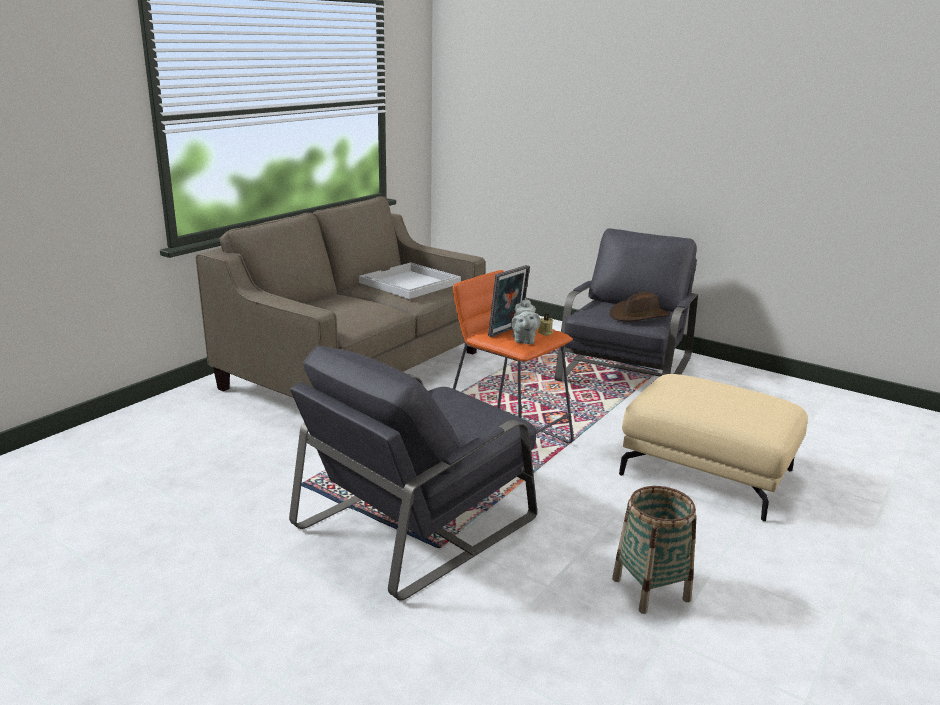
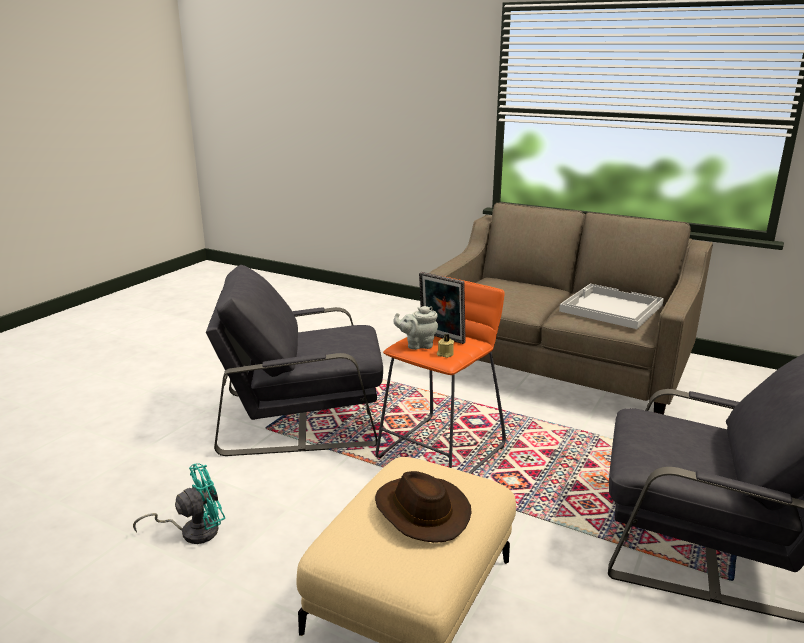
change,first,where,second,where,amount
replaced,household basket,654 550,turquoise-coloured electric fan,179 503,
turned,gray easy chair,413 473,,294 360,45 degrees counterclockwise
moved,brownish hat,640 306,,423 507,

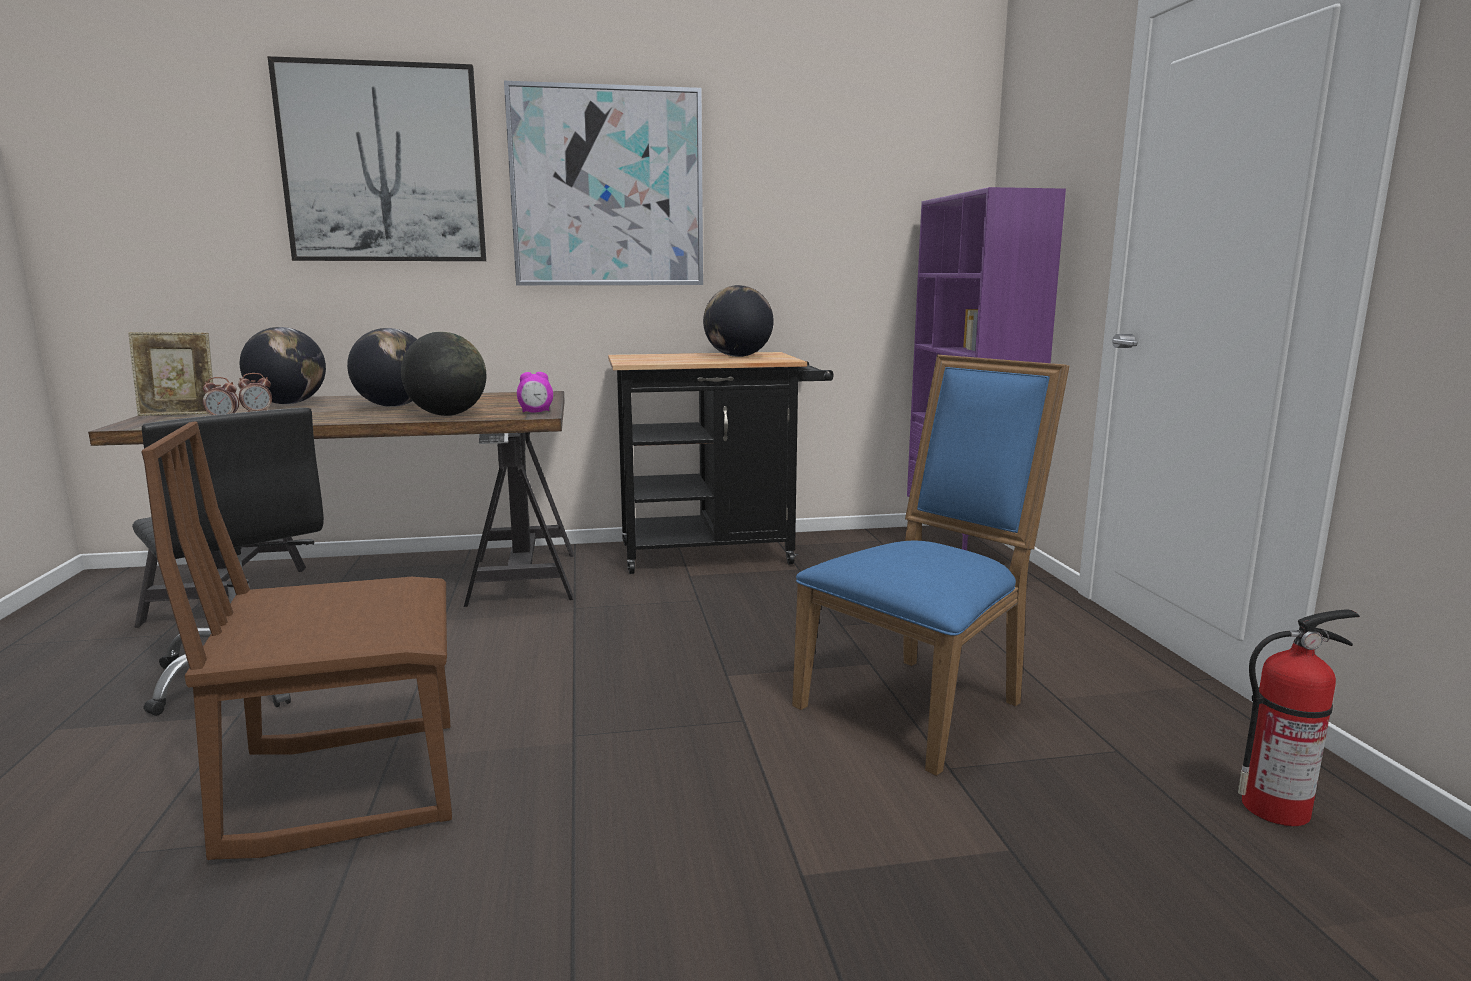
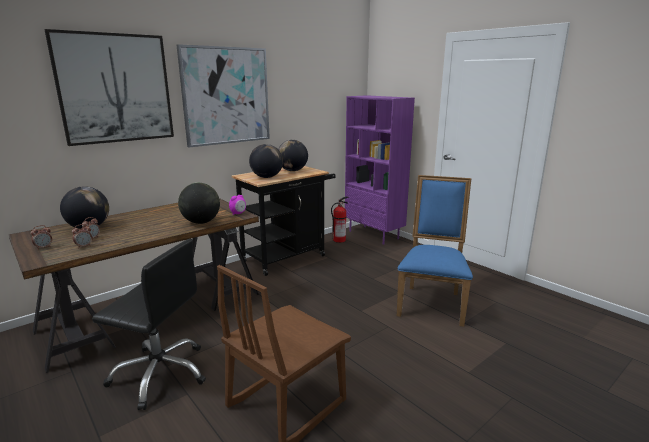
change,first,where,second,where,amount
replaced,photo frame,170 374,table clock,41 237,
moved,globe,382 367,,266 161,
moved,fire extinguisher,1299 718,,340 219,

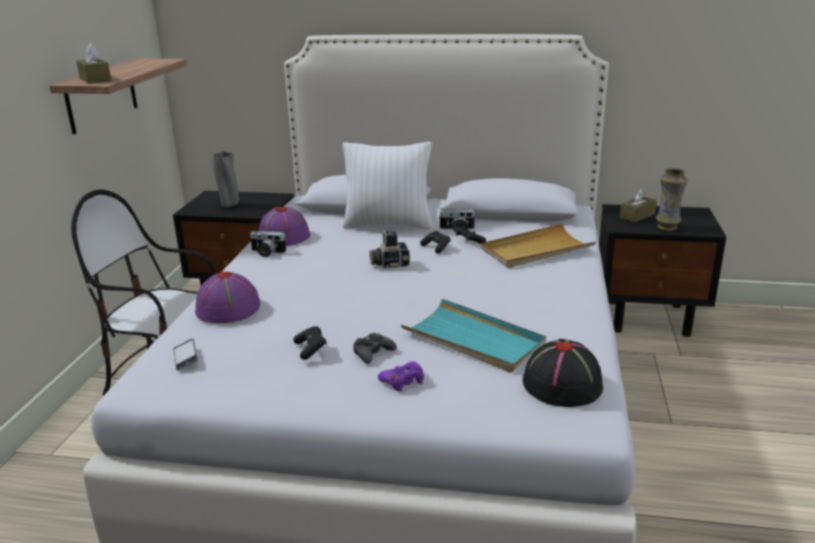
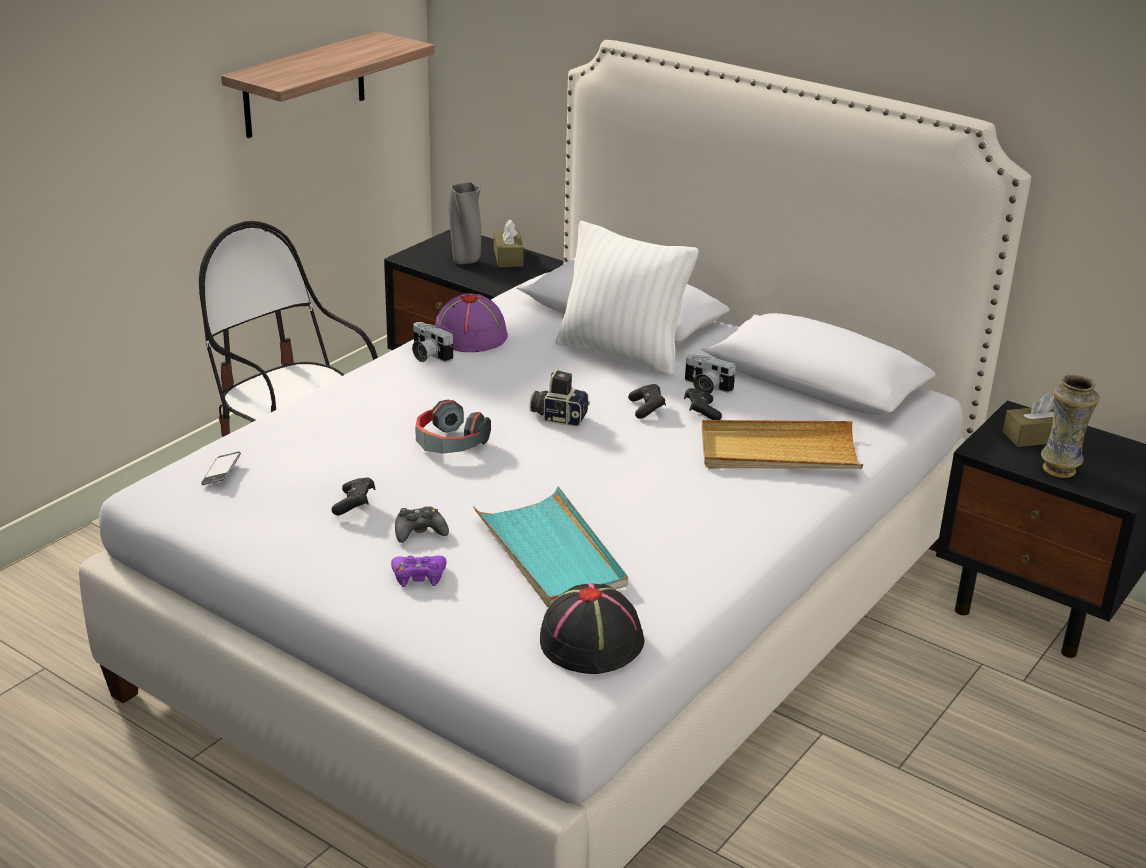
change,first,where,second,where,amount
added,,,headset,453 426,
moved,brownish box of tissues,93 64,,509 243,
removed,purple-coloured hat,227 297,,,

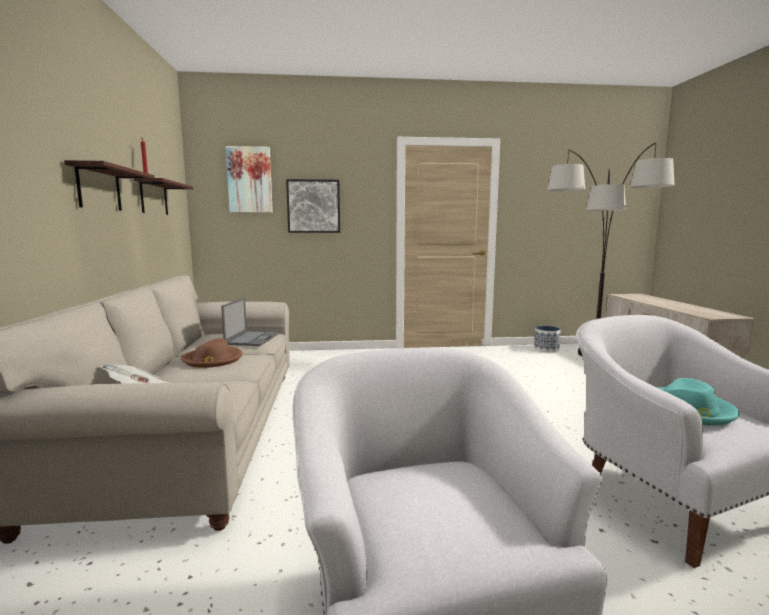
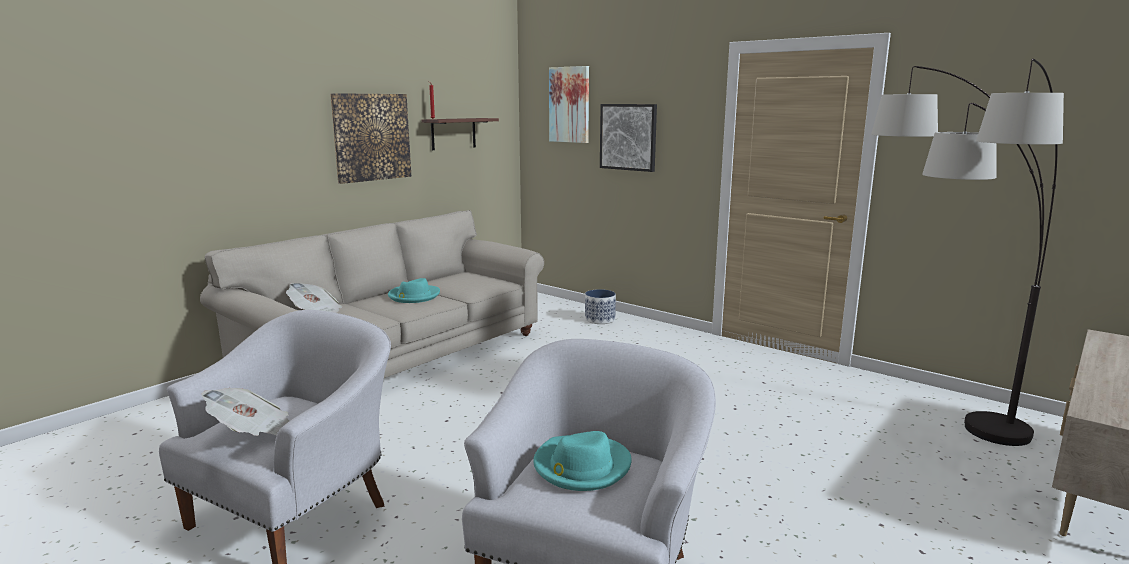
change,first,where,second,where,amount
added,,,daily paper,245 412,
replaced,shelf,109 185,picture,370 138,
recoloured,brownish hat,212 353,turquoise-coloured hat,414 290,
moved,planter,547 339,,600 306,
removed,laptop,250 322,,,

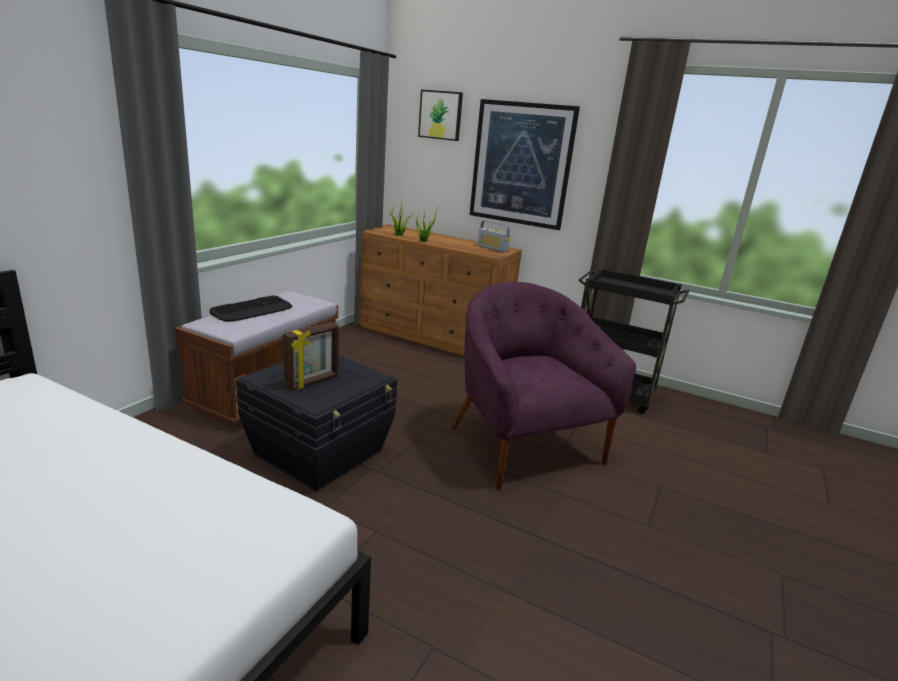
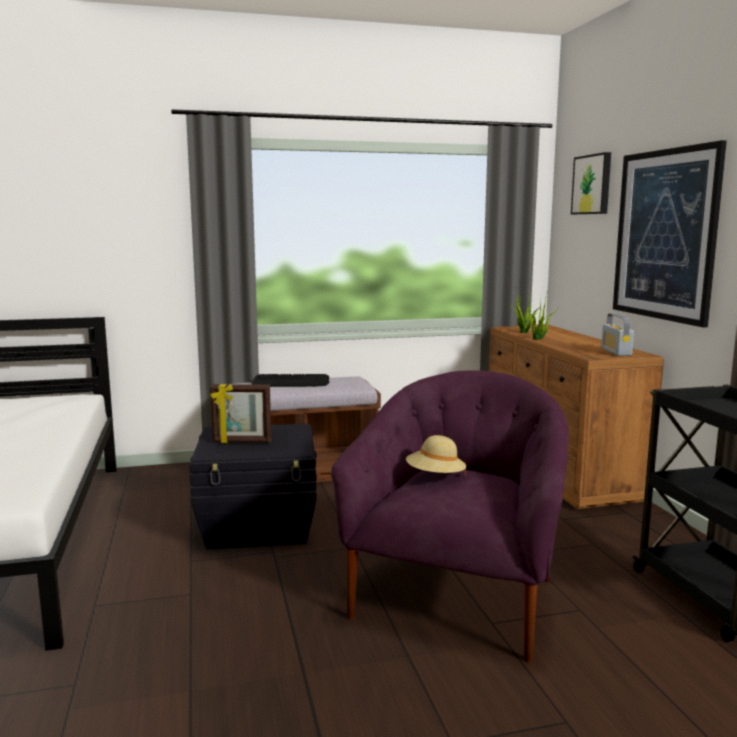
change,first,where,second,where,amount
added,,,beige-coloured hat,436 455,

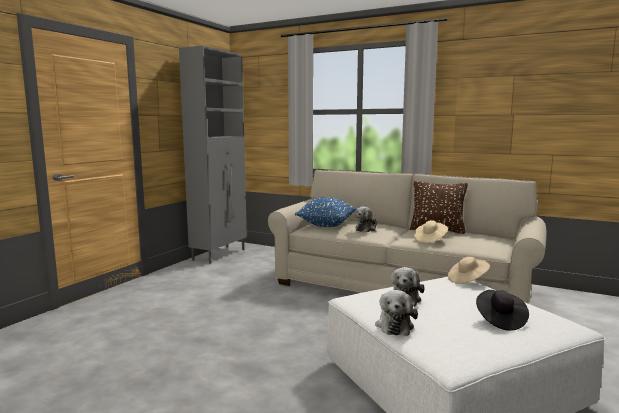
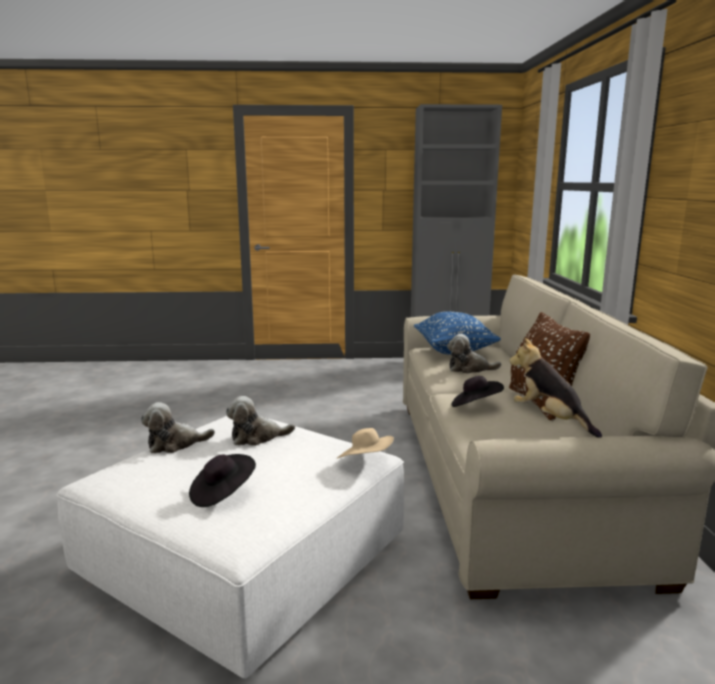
change,first,where,second,where,amount
recoloured,beige-coloured hat,431 231,black hat,477 391,
added,,,plush toy,556 388,

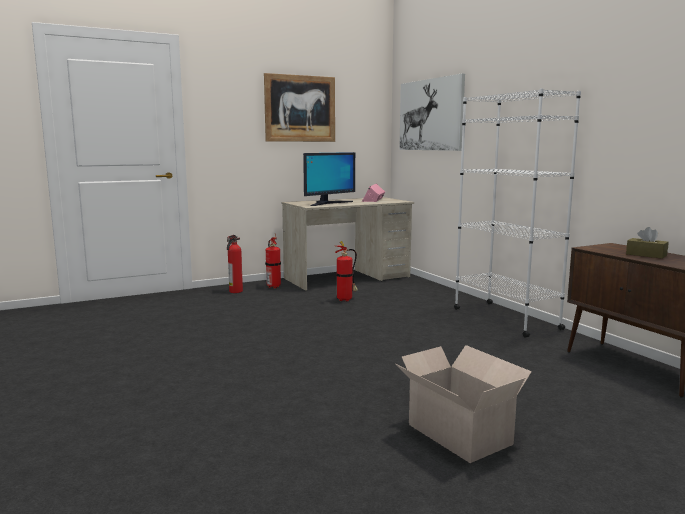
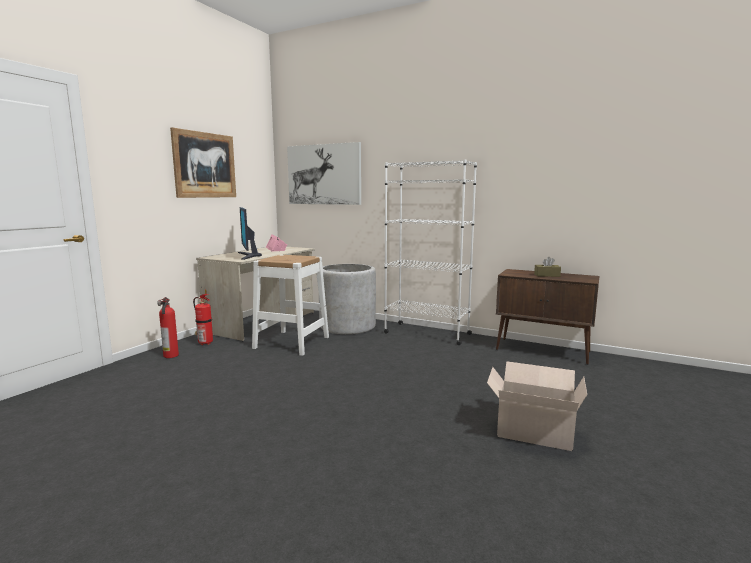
change,first,where,second,where,amount
turned,monitor,329 179,,250 233,150 degrees clockwise
replaced,fire extinguisher,346 271,whitish stool seat,290 305,
added,,,gray planter,347 299,

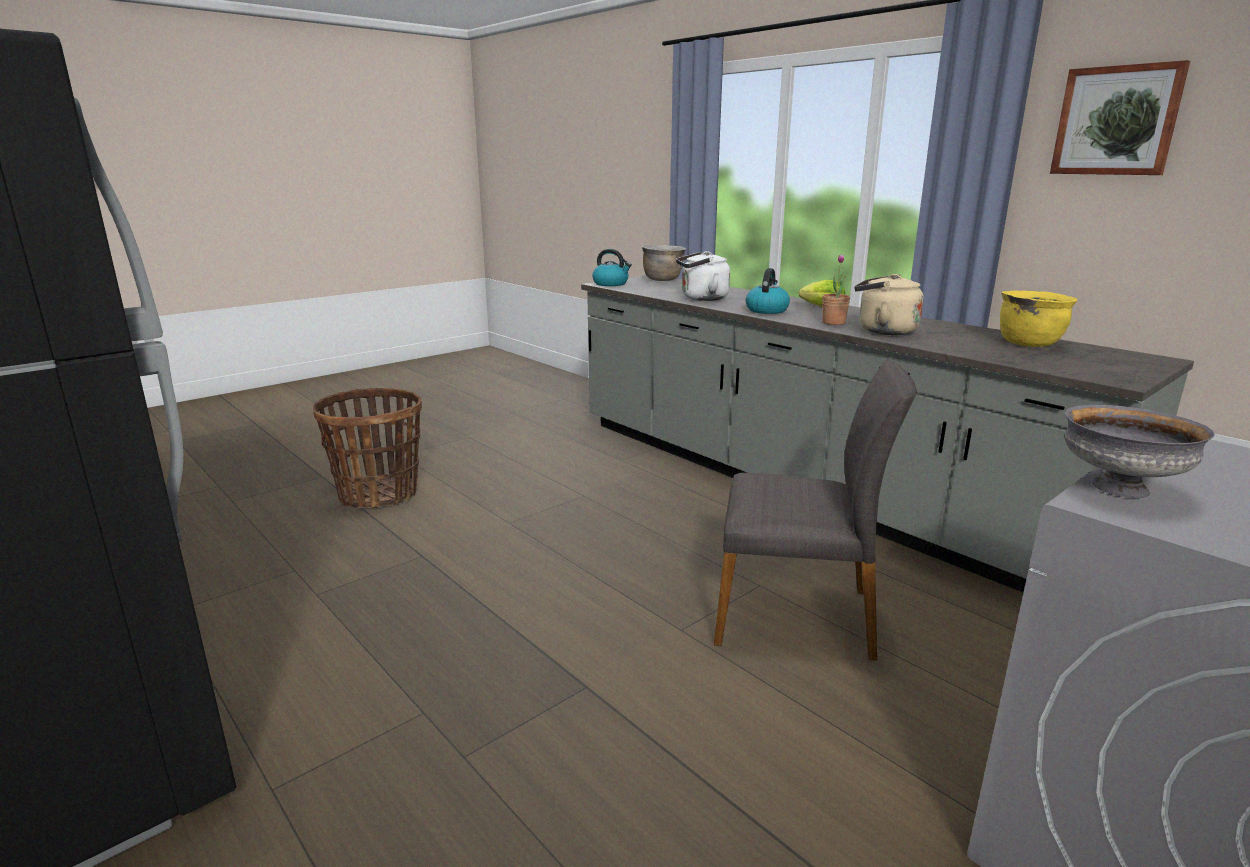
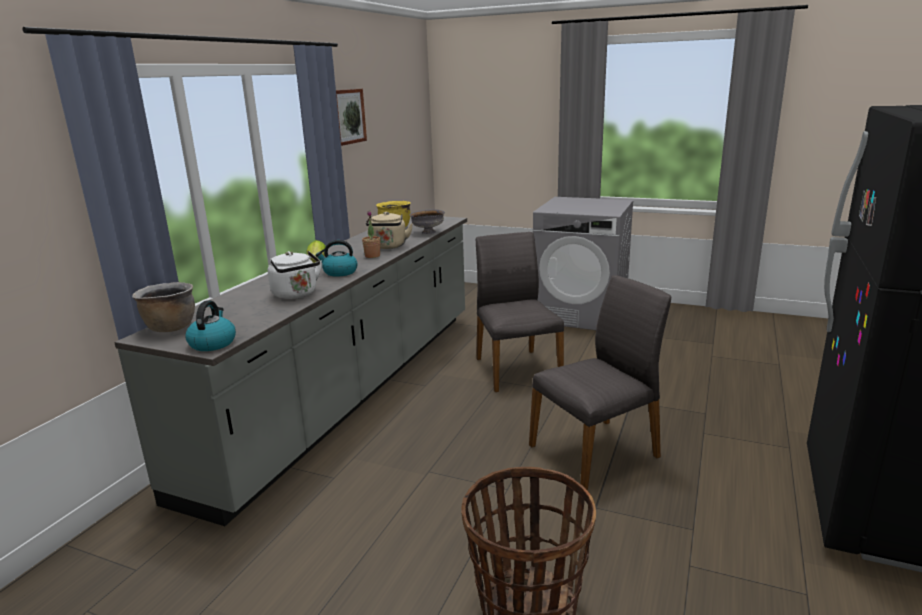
change,first,where,second,where,amount
moved,gray serving bowl,1140 451,,427 222,
added,,,gray plain chair,600 382,

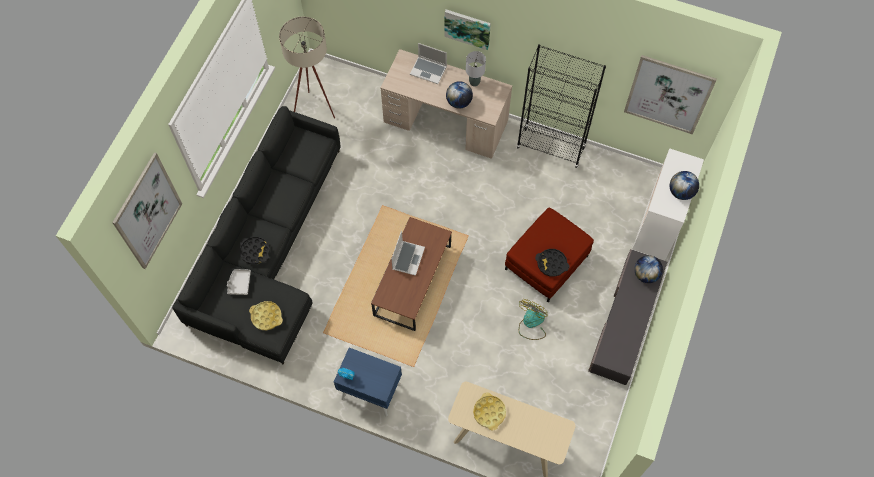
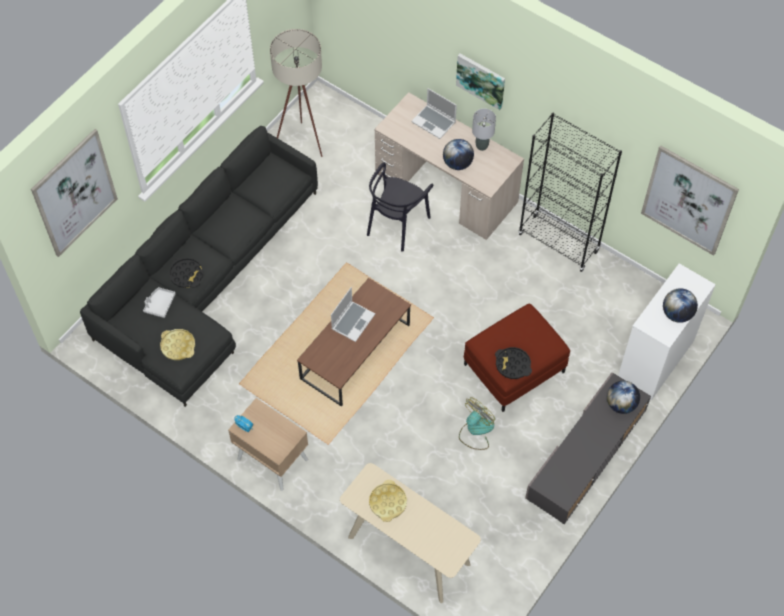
change,first,where,second,where,amount
recoloured,blue night table,368 382,beige-coloured night table,268 444,
added,,,black plain chair,400 207,

